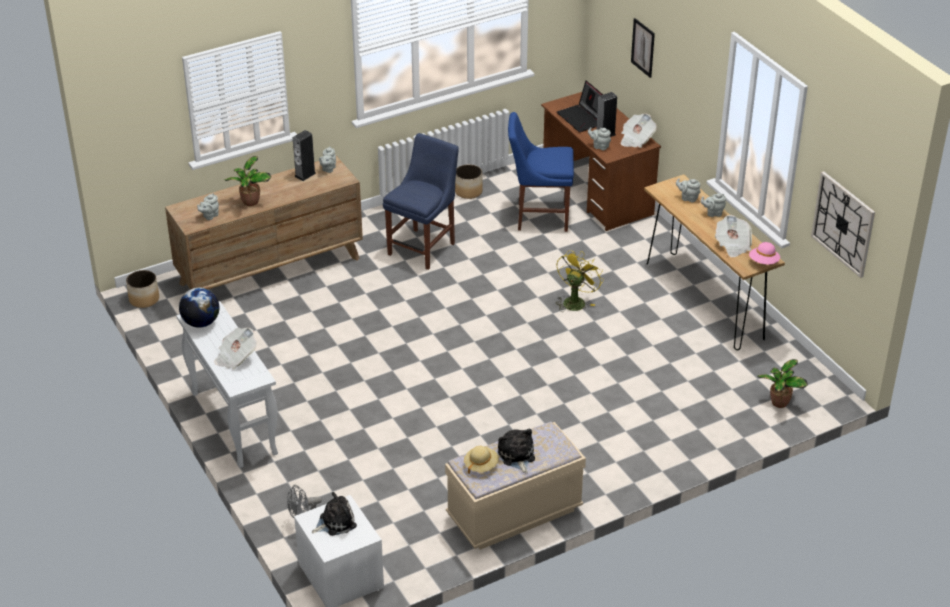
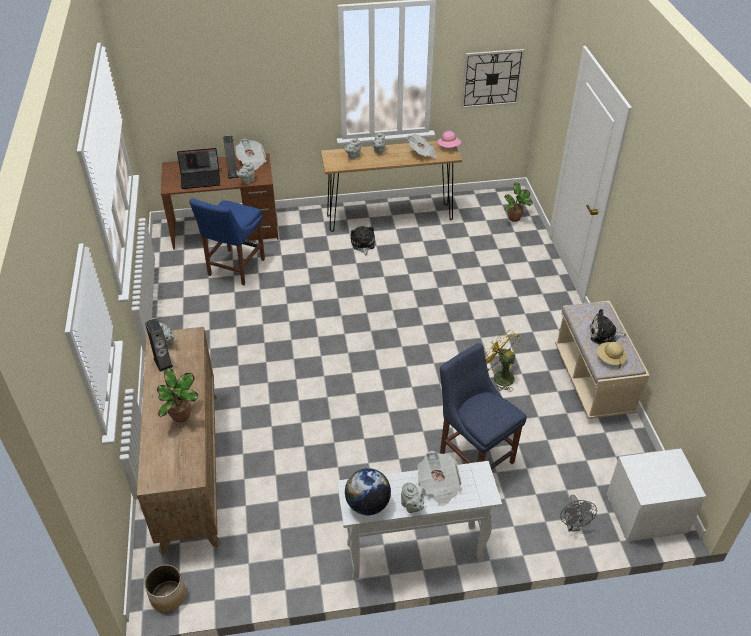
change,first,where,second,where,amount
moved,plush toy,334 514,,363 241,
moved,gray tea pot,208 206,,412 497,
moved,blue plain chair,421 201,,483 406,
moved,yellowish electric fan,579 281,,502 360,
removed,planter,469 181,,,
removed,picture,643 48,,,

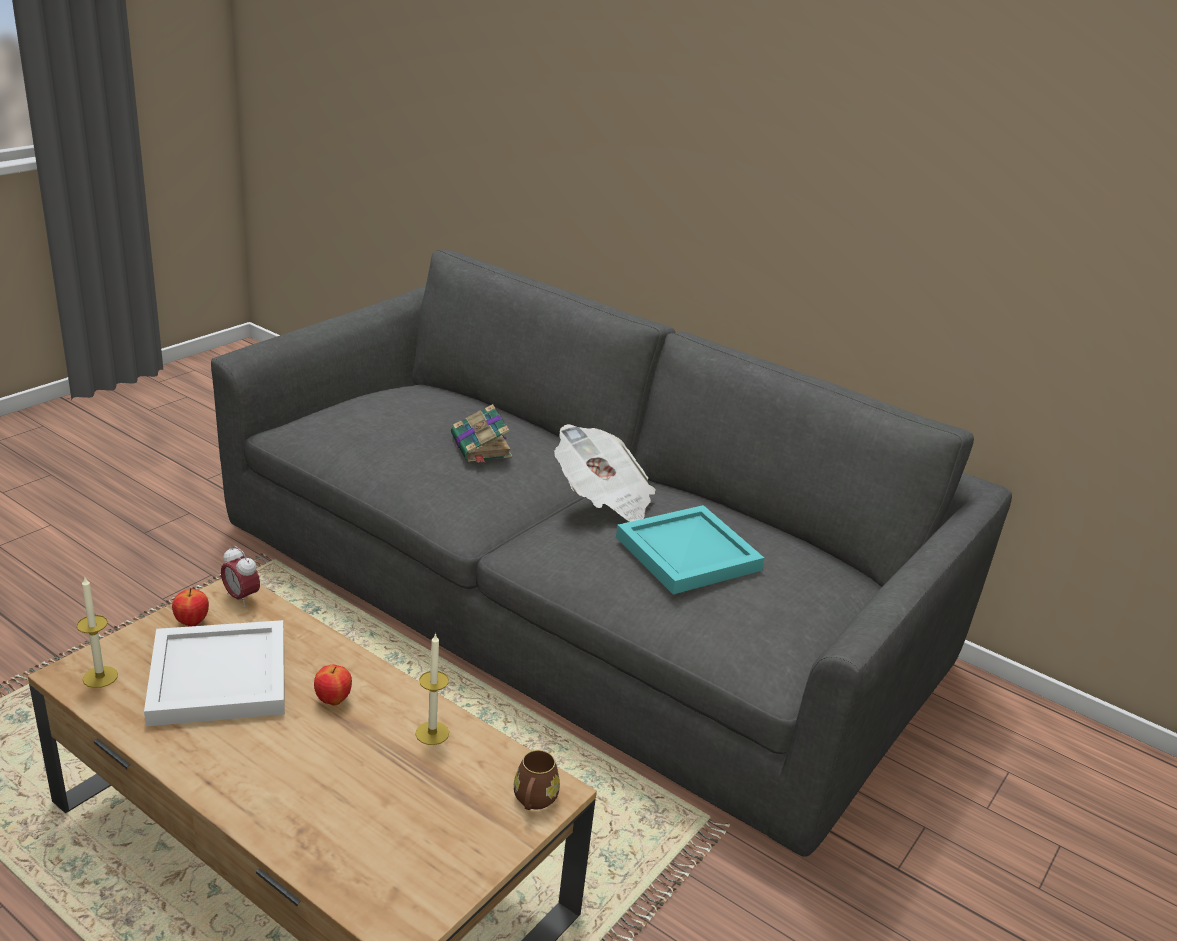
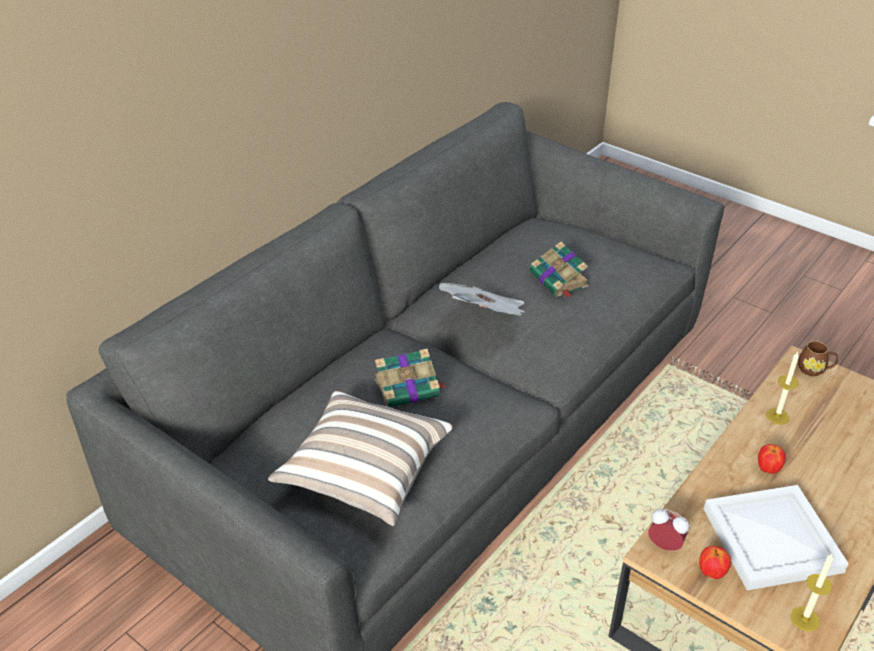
change,first,where,second,where,amount
added,,,pillow,360 458,
replaced,turquoise-coloured tray,690 549,volume,559 270,
turned,table clock,240 576,,668 530,105 degrees counterclockwise

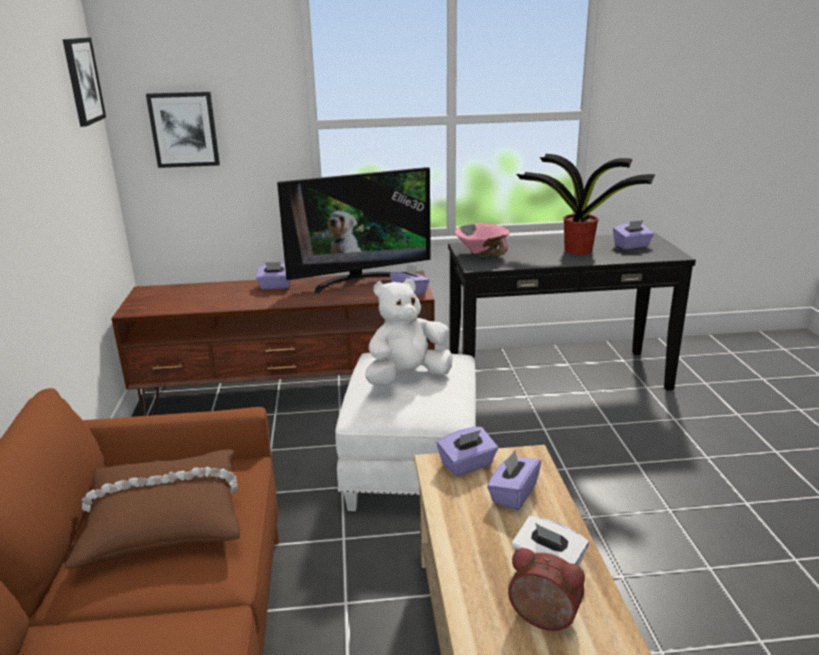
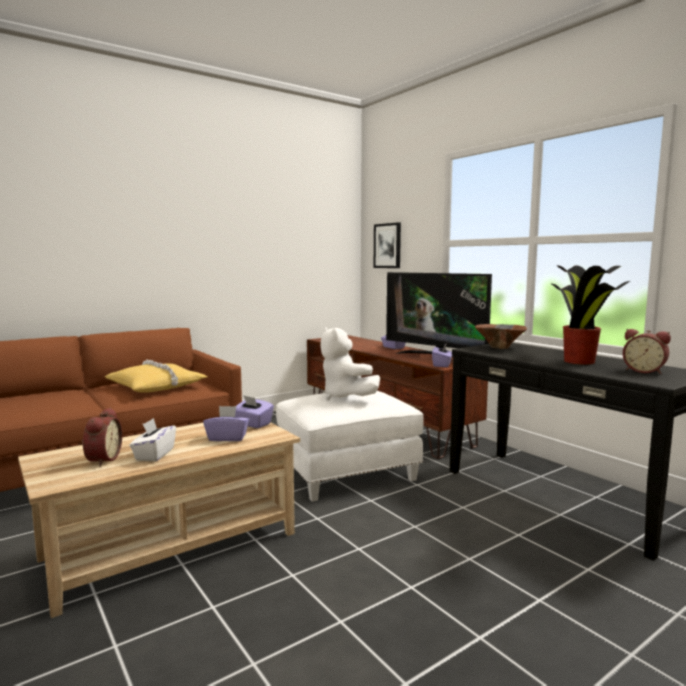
change,first,where,second,where,amount
recoloured,brownish pillow,152 509,yellowish pillow,155 376,
turned,whitish plush toy,409 332,,350 363,150 degrees counterclockwise
recoloured,pink-coloured serving bowl,482 240,brownish serving bowl,501 336,
replaced,purple-coloured box of tissues,633 234,table clock,647 351,
removed,picture,84 82,,,

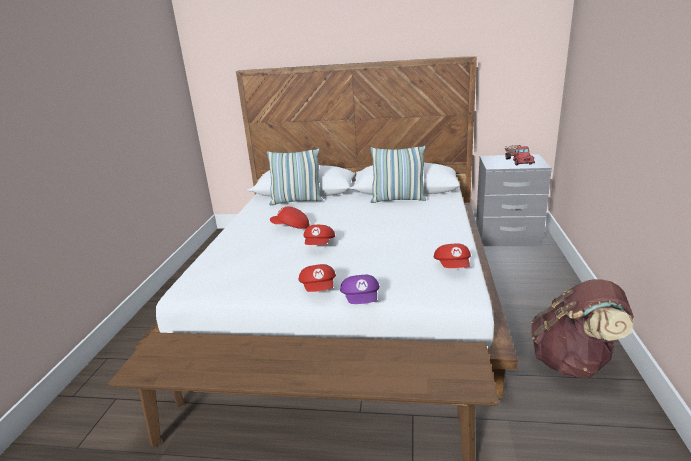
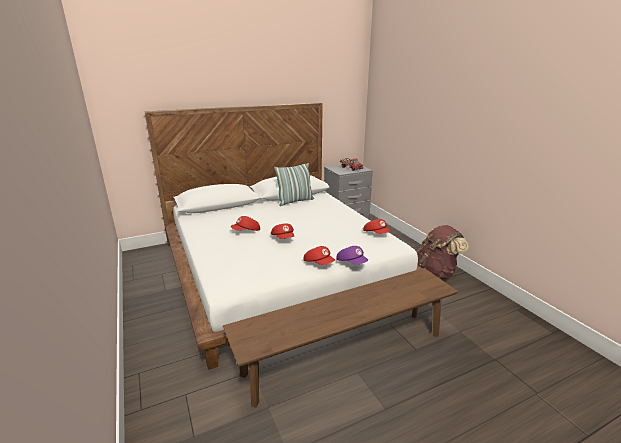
change,first,where,second,where,amount
removed,pillow,295 177,,,

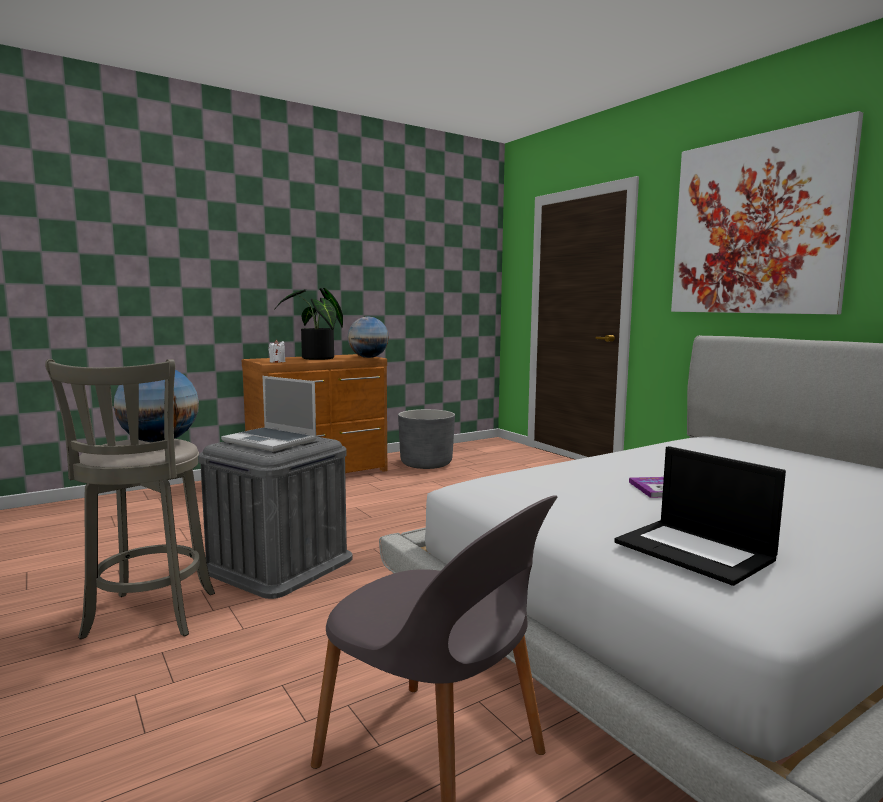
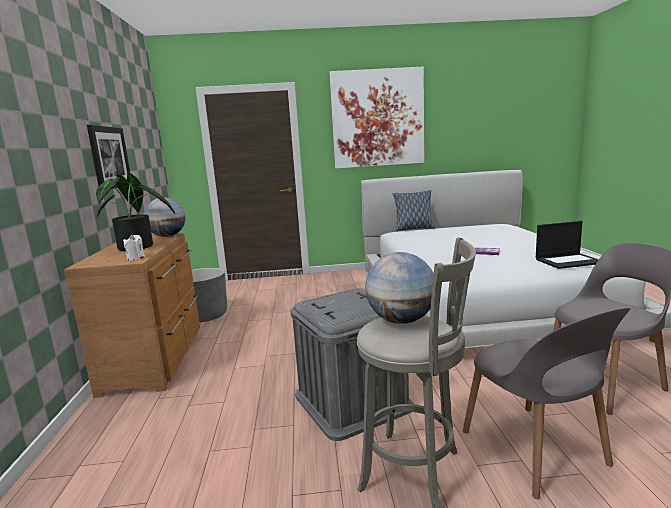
change,first,where,second,where,amount
added,,,picture,108 157,
added,,,pillow,414 210,
added,,,gray plain chair,546 403,
removed,laptop,269 413,,,

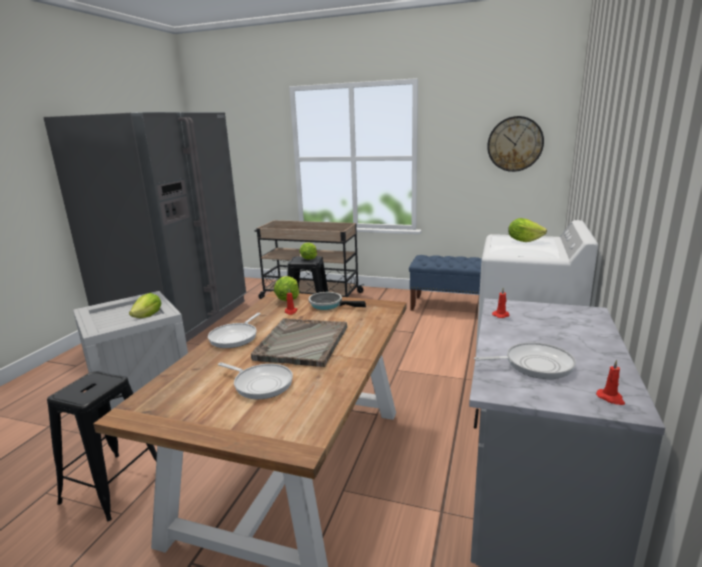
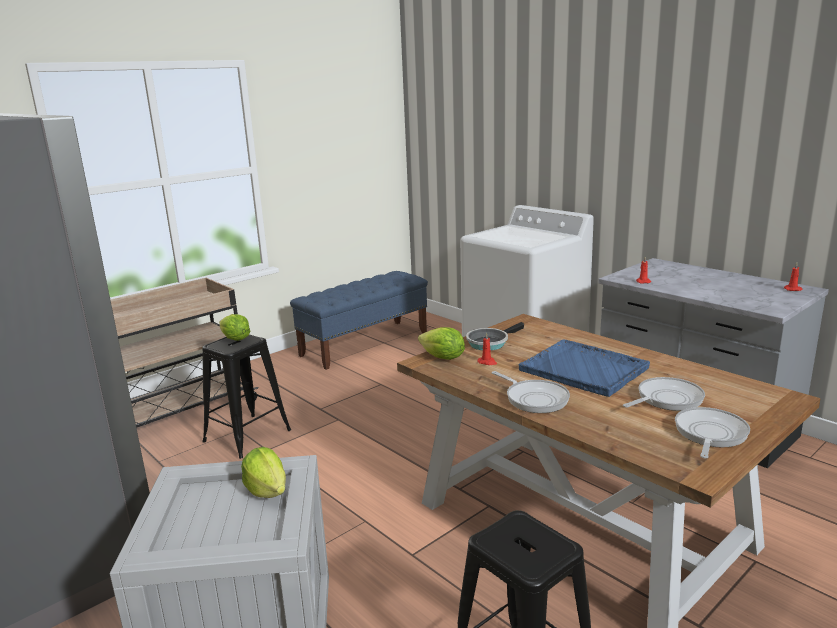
change,first,where,second,where,amount
recoloured,gray tray,299 342,blue tray,584 368,
moved,skillet,525 360,,712 432,
removed,wall clock,515 144,,,
removed,lettuce head,527 230,,,

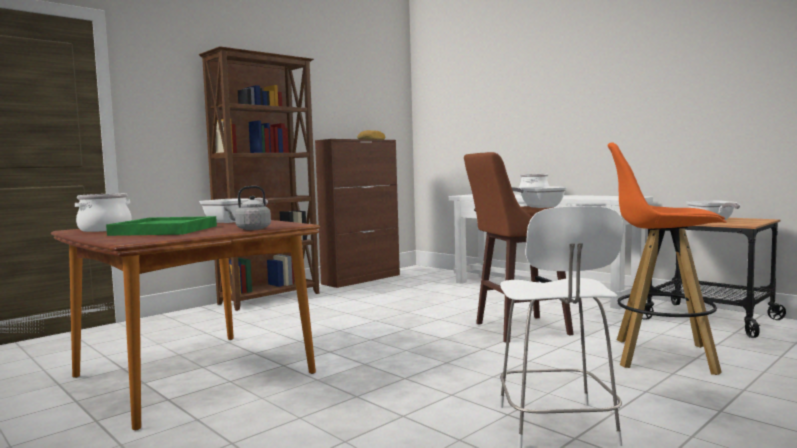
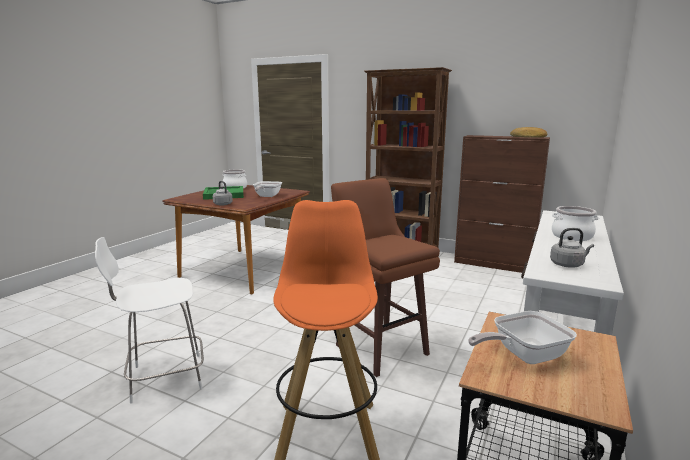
change,first,where,second,where,amount
added,,,gray tea kettle,572 247,
removed,skillet,539 197,,,

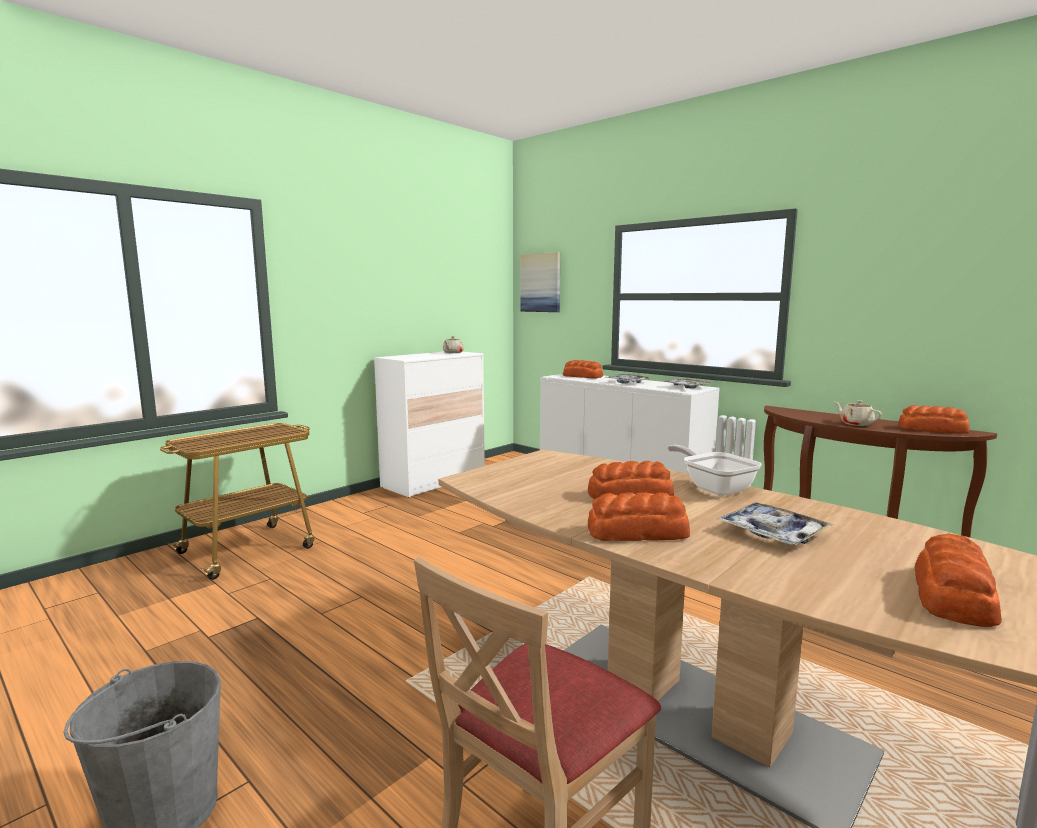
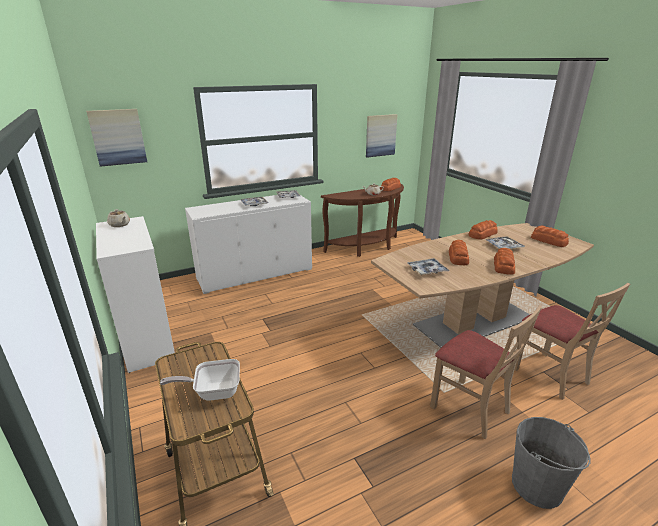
change,first,where,second,where,amount
moved,skillet,715 470,,200 380,
added,,,picture,381 136,
added,,,tray,428 266,
added,,,beige-coloured plain chair,486 372,
moved,baked bread,583 369,,483 230,

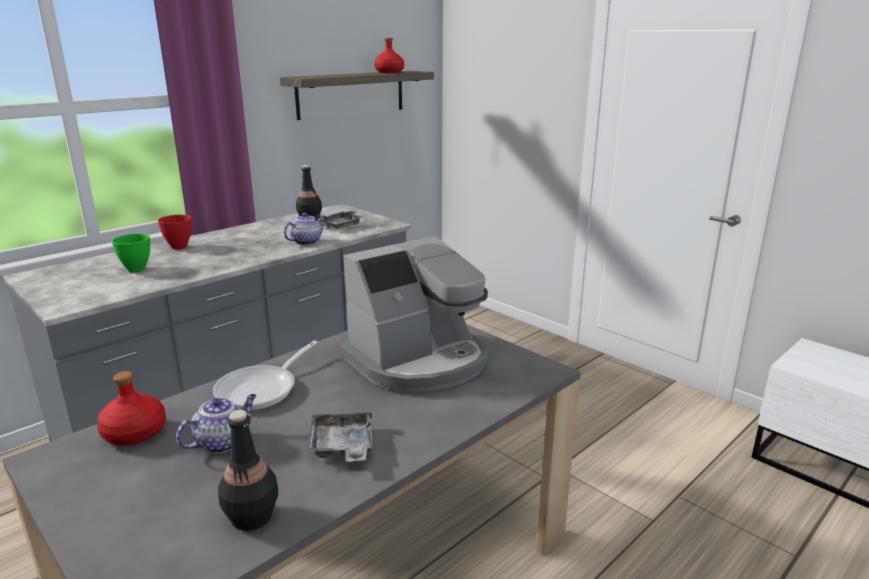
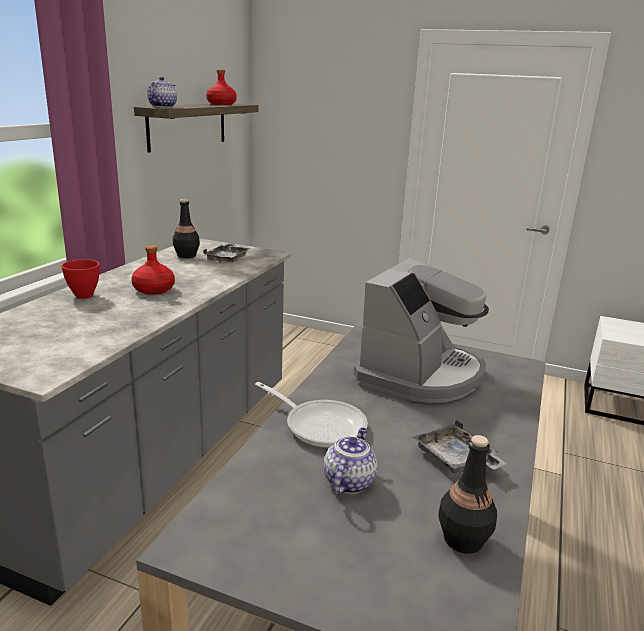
change,first,where,second,where,amount
moved,red drink bottle,131 408,,153 270,
moved,tea pot,304 229,,162 92,
turned,skillet,265 375,,311 415,60 degrees counterclockwise
removed,green-coloured serving bowl,131 253,,,

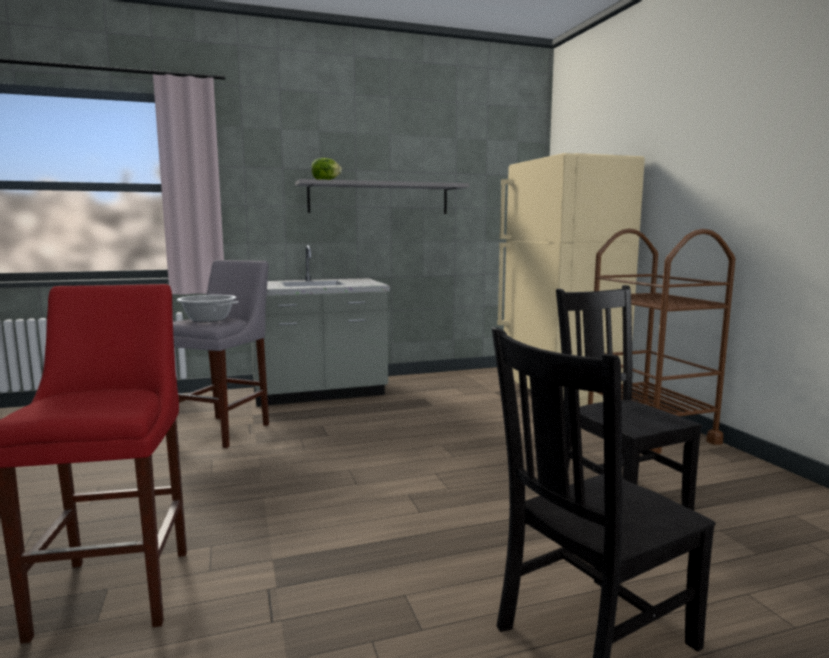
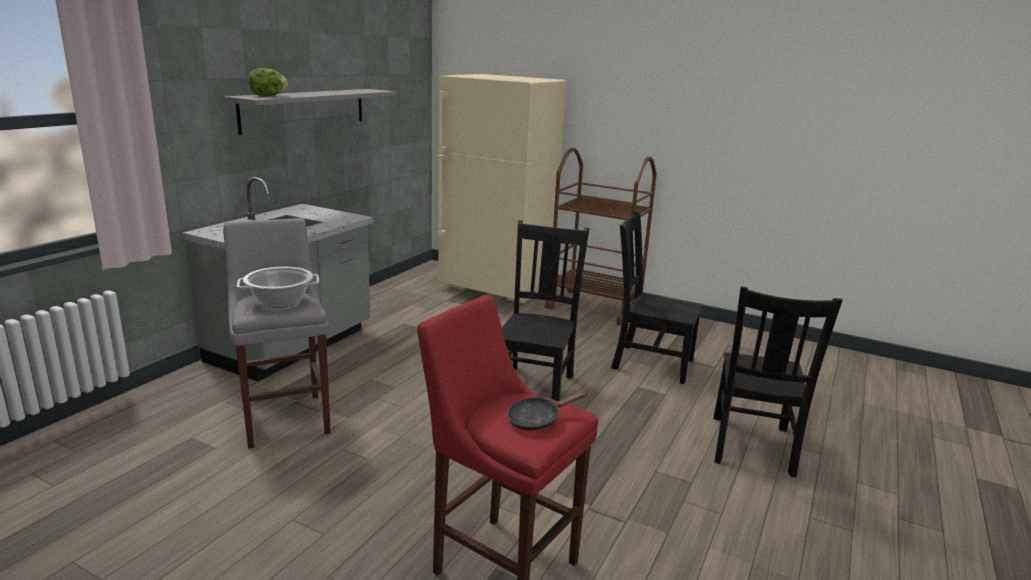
change,first,where,second,where,amount
added,,,black plain chair,545 310,
added,,,black skillet,548 410,

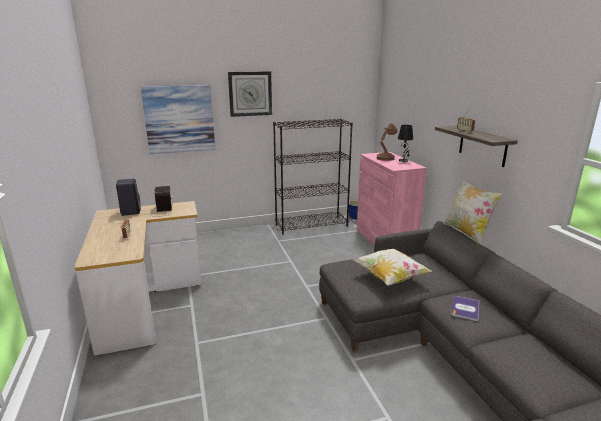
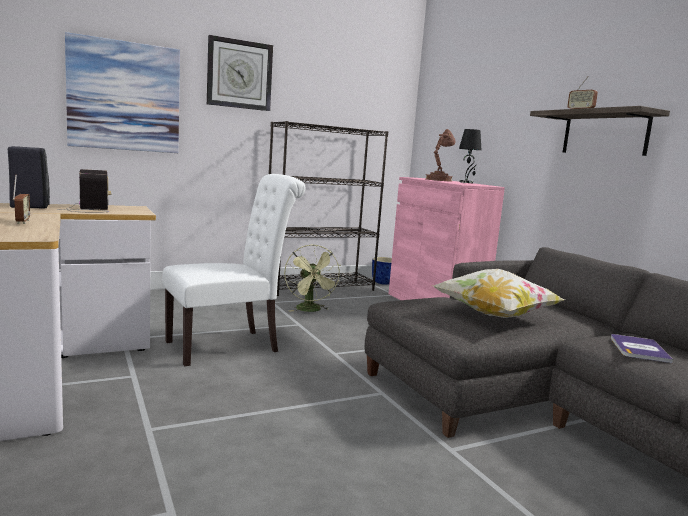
change,first,where,second,where,amount
added,,,whitish plain chair,234 270,
added,,,green-coloured electric fan,312 278,
removed,pillow,473 211,,,

